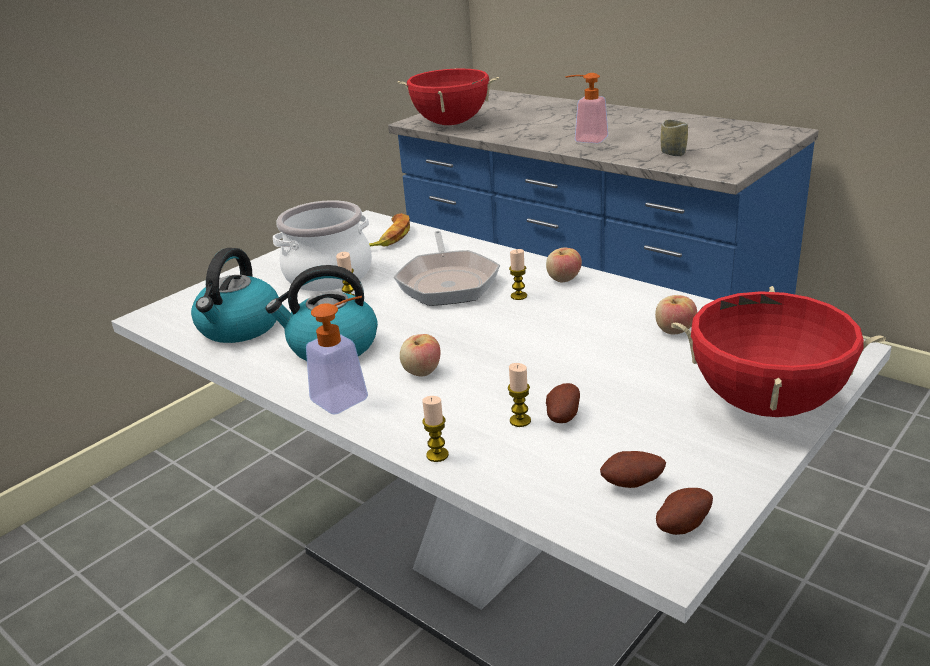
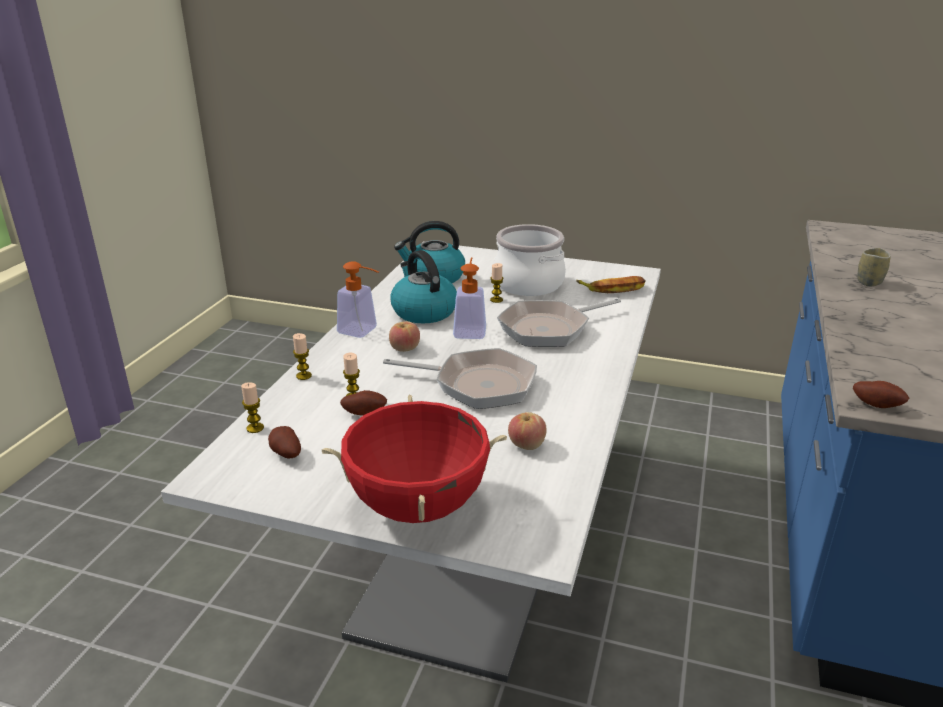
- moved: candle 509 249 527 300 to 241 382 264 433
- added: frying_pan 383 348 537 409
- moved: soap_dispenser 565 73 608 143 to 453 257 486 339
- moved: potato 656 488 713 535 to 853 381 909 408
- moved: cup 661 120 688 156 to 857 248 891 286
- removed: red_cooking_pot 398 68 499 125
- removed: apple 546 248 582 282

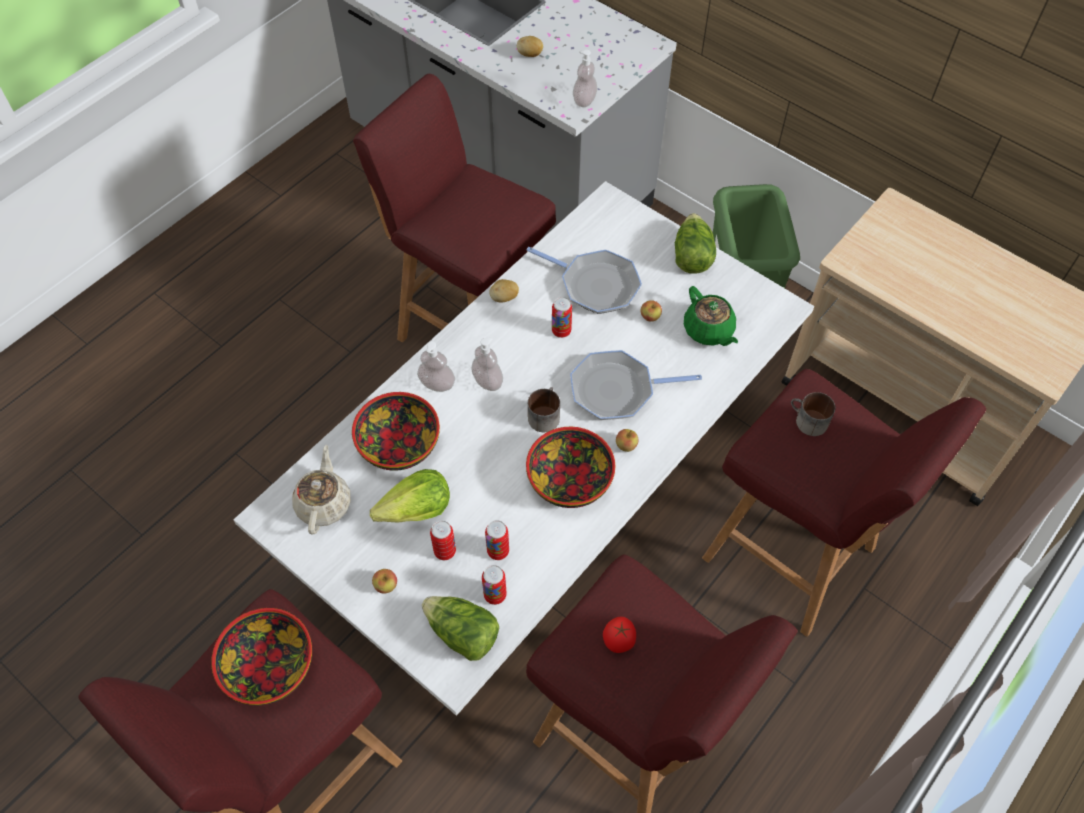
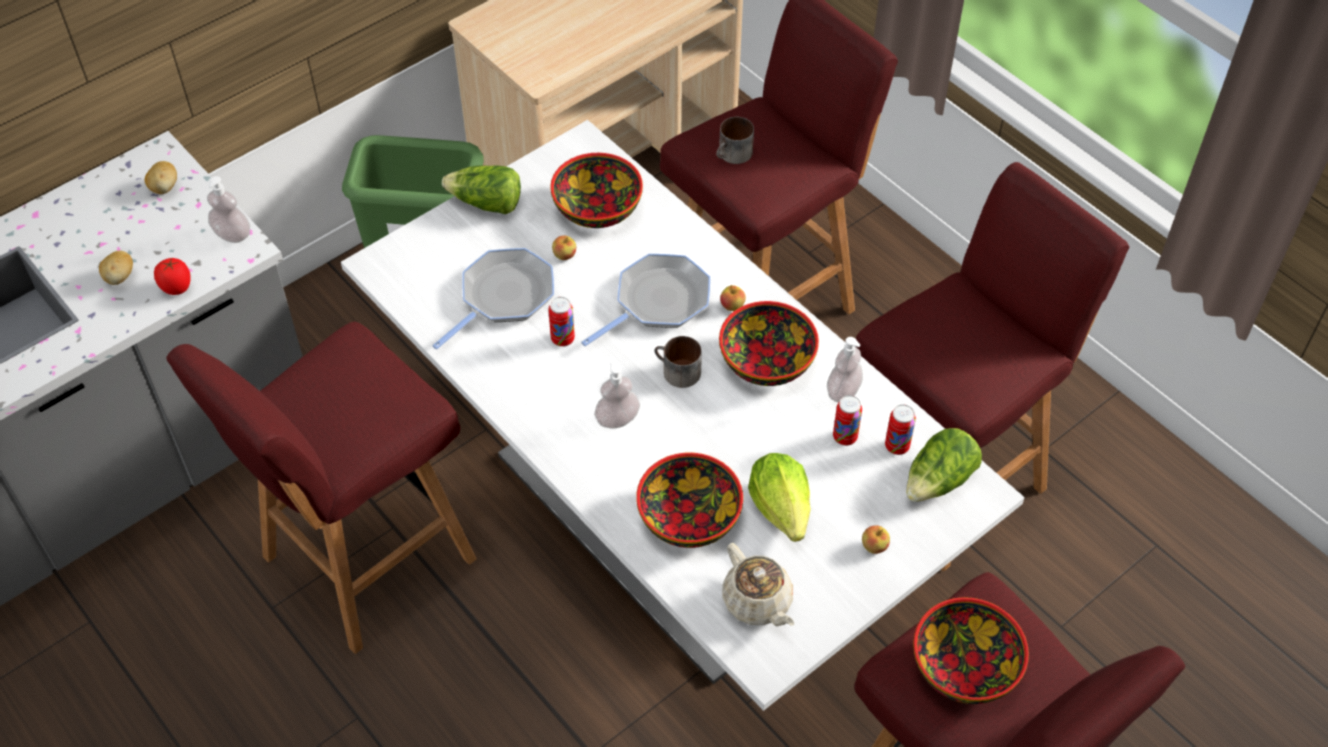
- moved: potato 489 279 519 303 to 145 161 177 194
- moved: tomato 603 617 636 653 to 154 258 191 295
- replaced: green_teapot 684 286 738 346 to bowl 550 153 643 228
- turned: frying_pan 570 350 702 420 = 581 254 710 346 135 degrees counterclockwise
- turned: beige_teapot 292 445 351 535 = 722 543 794 627 135 degrees counterclockwise
- moved: soap_dispenser 417 341 455 392 to 827 337 863 403
- removed: can 430 521 456 560

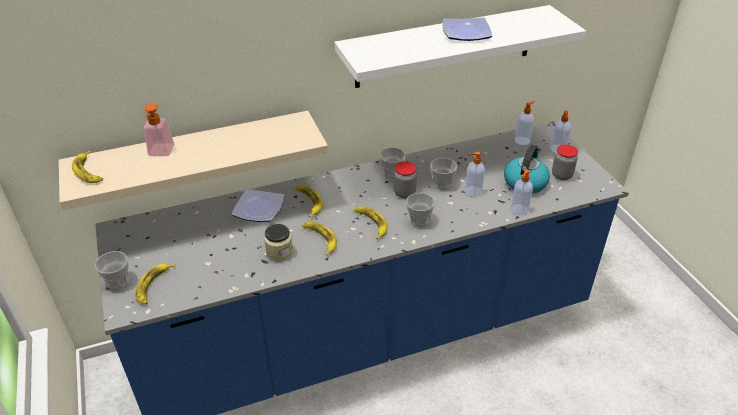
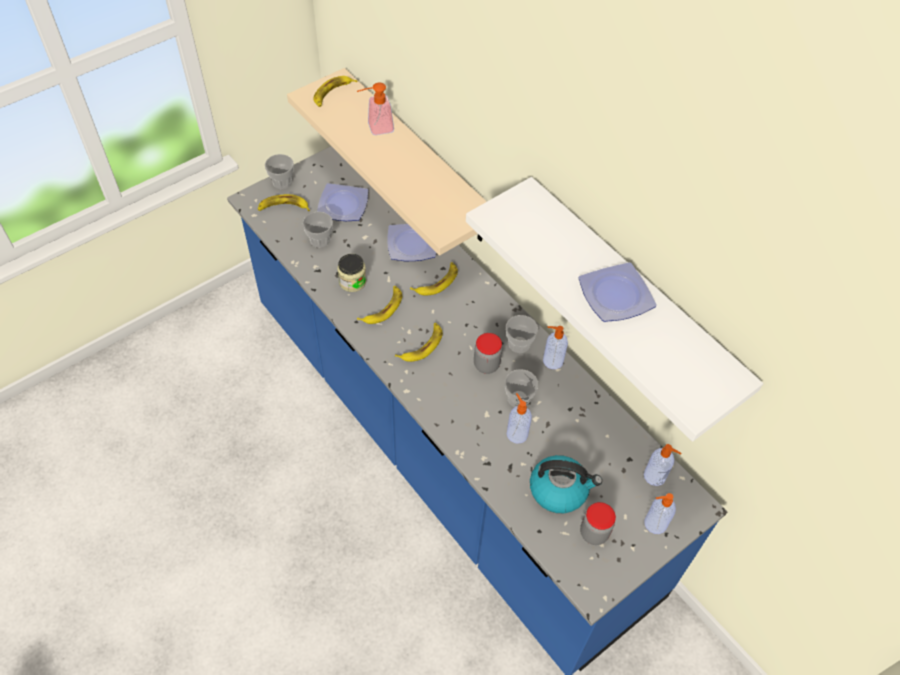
- moved: cup 406 193 435 227 to 302 212 333 248
- added: plate 317 183 368 221
- moved: soap_dispenser 511 169 533 216 to 543 326 568 369

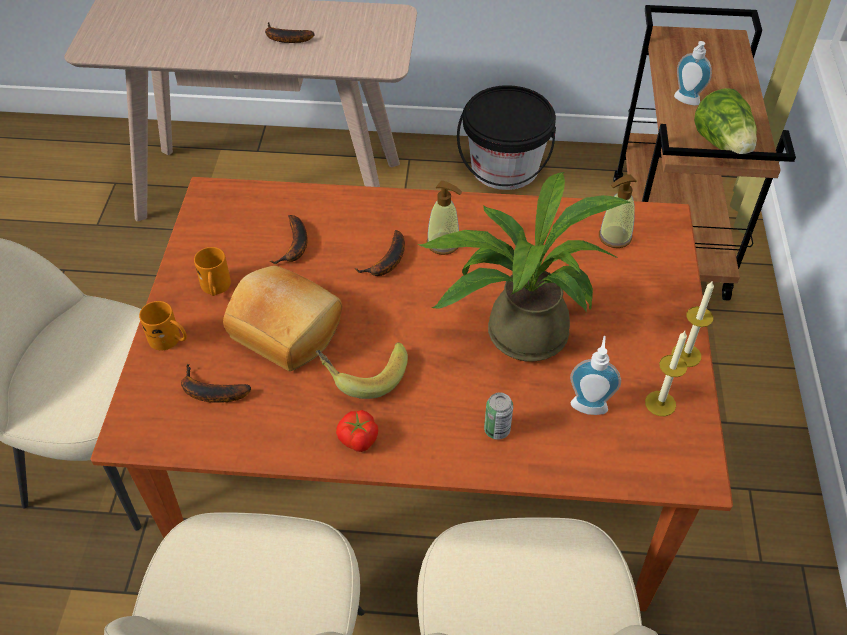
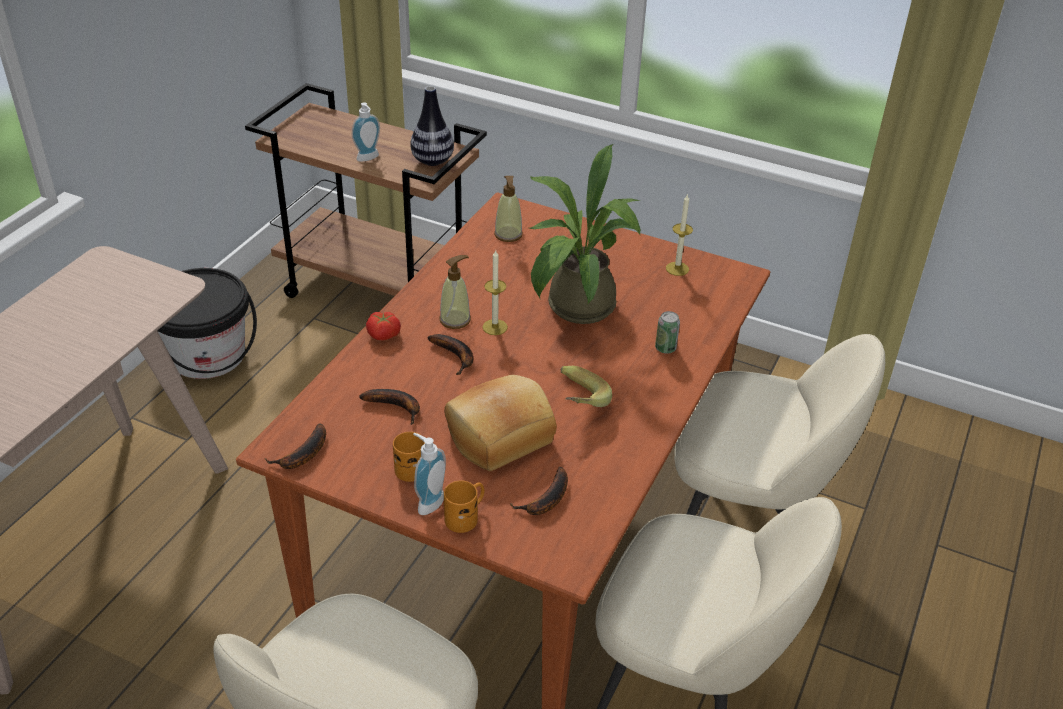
- moved: banana 265 22 315 43 to 265 423 326 469
- moved: tomato 336 410 378 452 to 366 312 401 340
- replaced: lettuce 694 88 757 154 to vase 410 86 454 166
- moved: soap_dispenser 570 336 621 415 to 413 433 446 515
- moved: candle 672 280 714 367 to 483 249 508 335

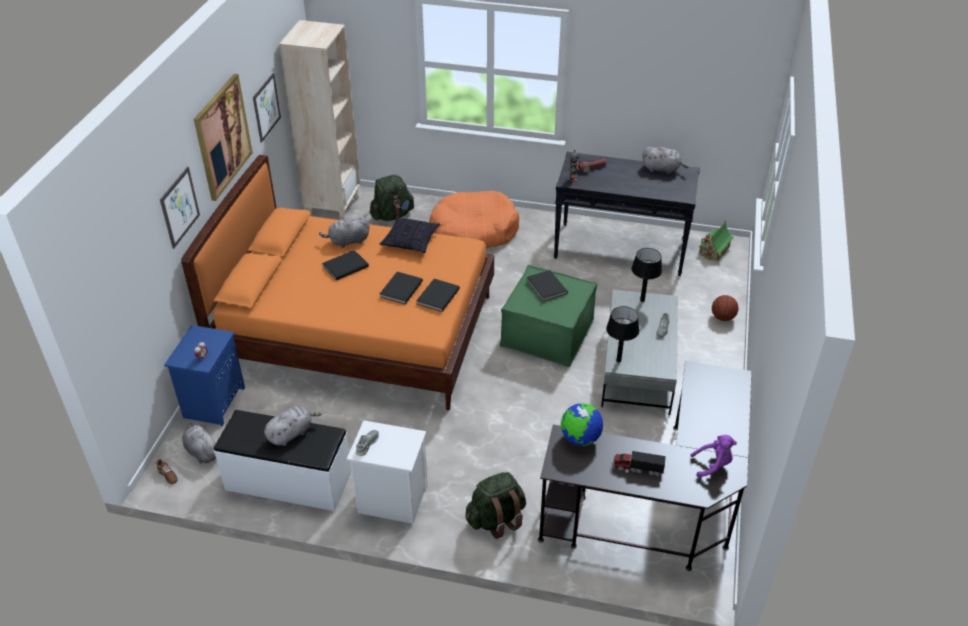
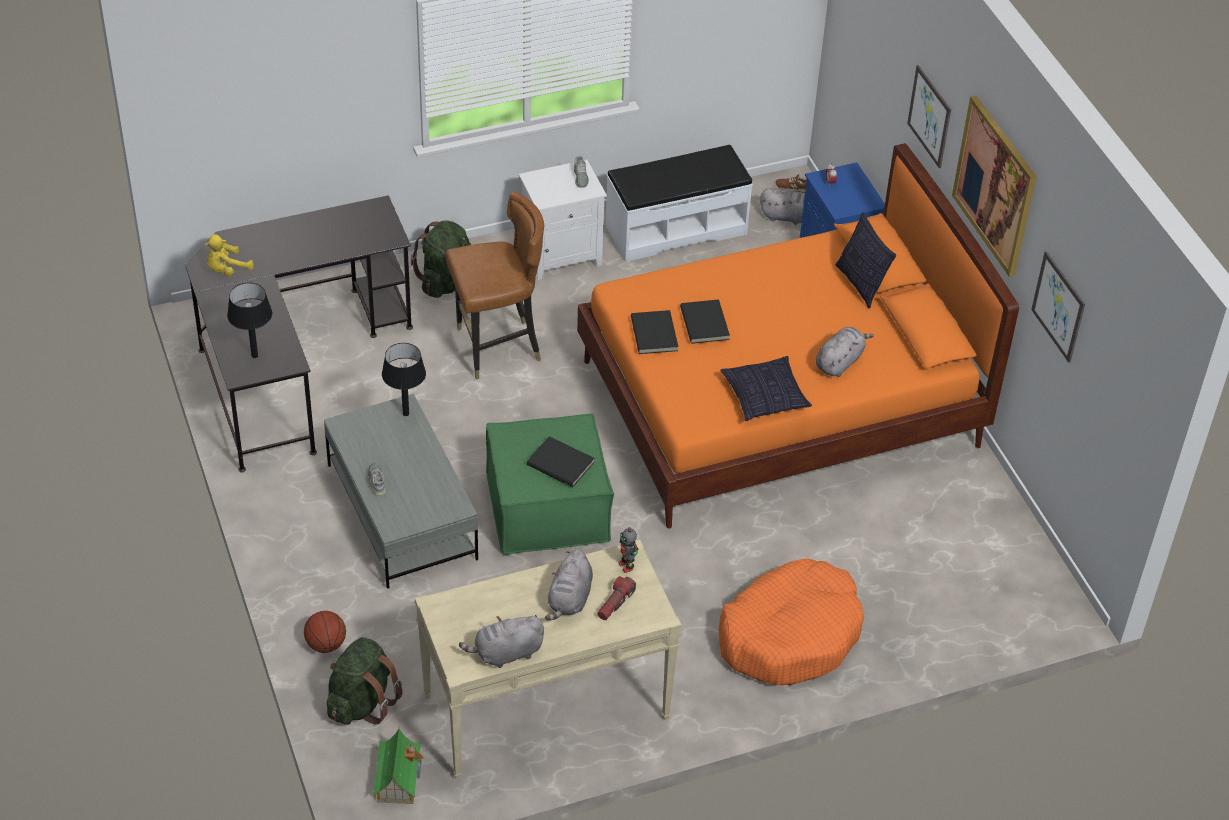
- recoloured: purple_plush_toy 690 435 737 478 to yellow_plush_toy 205 234 254 276
- moved: black_table_lamp 631 248 662 302 to 227 283 272 358
- moved: green_backpack 370 175 414 221 to 327 637 403 725
- recoloured: black_console_table 554 152 700 276 to beige_console_table 415 539 682 779
- added: brown_chair 445 192 544 379
- moved: grey_plush_toy 264 406 322 446 to 545 549 593 620
- added: pillow 835 212 896 309
- removed: beige_bookcase 279 20 360 220
- removed: black_book 322 250 369 280
- removed: globe 561 403 603 446
- removed: toy_truck 613 451 666 476

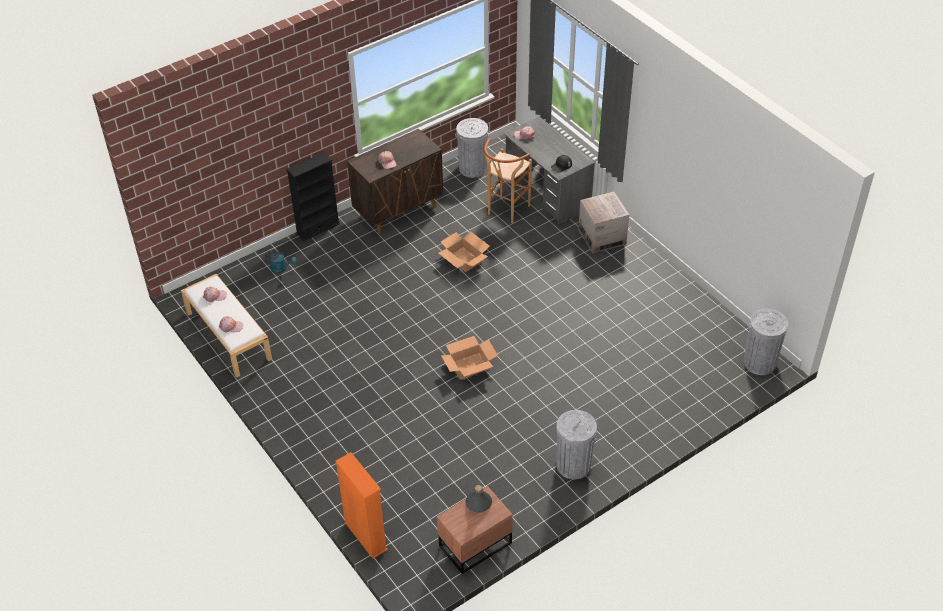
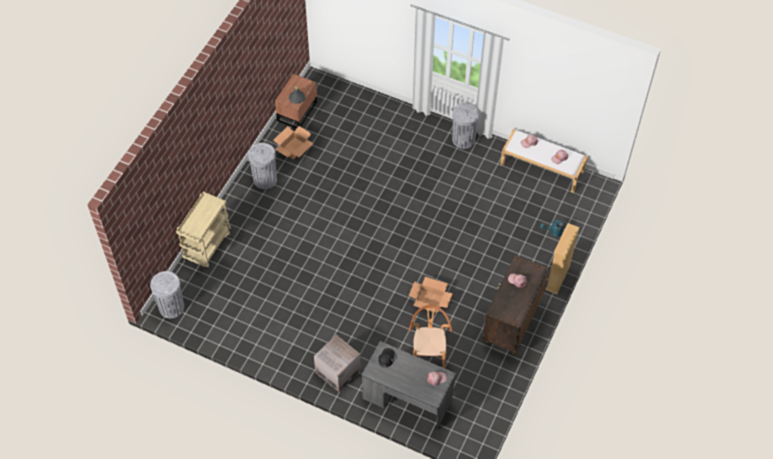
- added: beige_cart 176 192 231 269
- moved: cardboard_box 441 336 498 379 to 274 126 314 160
- moved: grey_trash_can 455 118 489 178 to 452 102 479 149
- recoloured: black_bookcase 286 152 340 241 to beige_bookcase 546 223 580 294
- removed: orange_bookcase 335 452 388 559

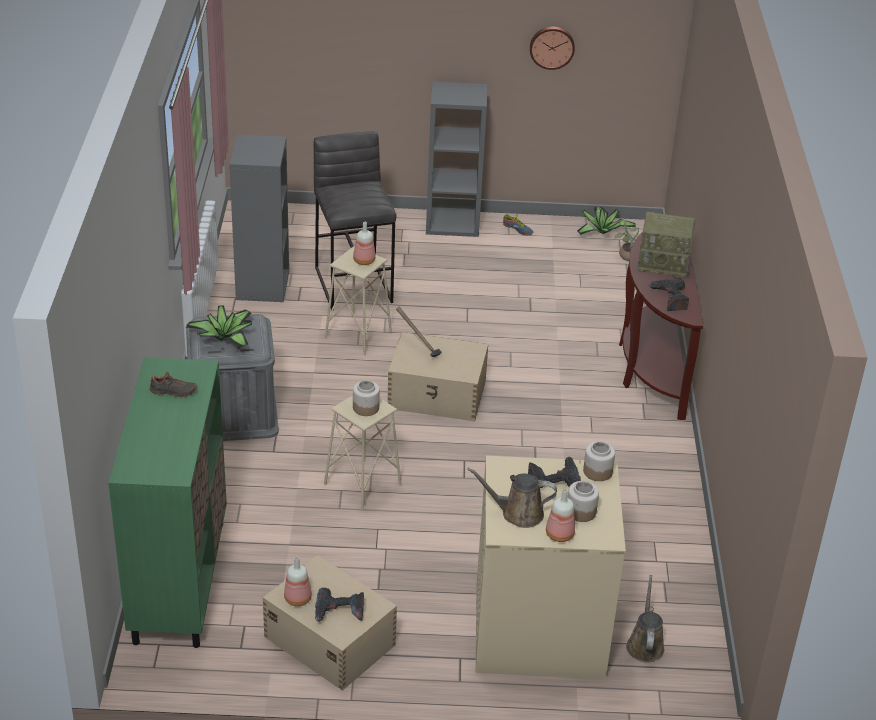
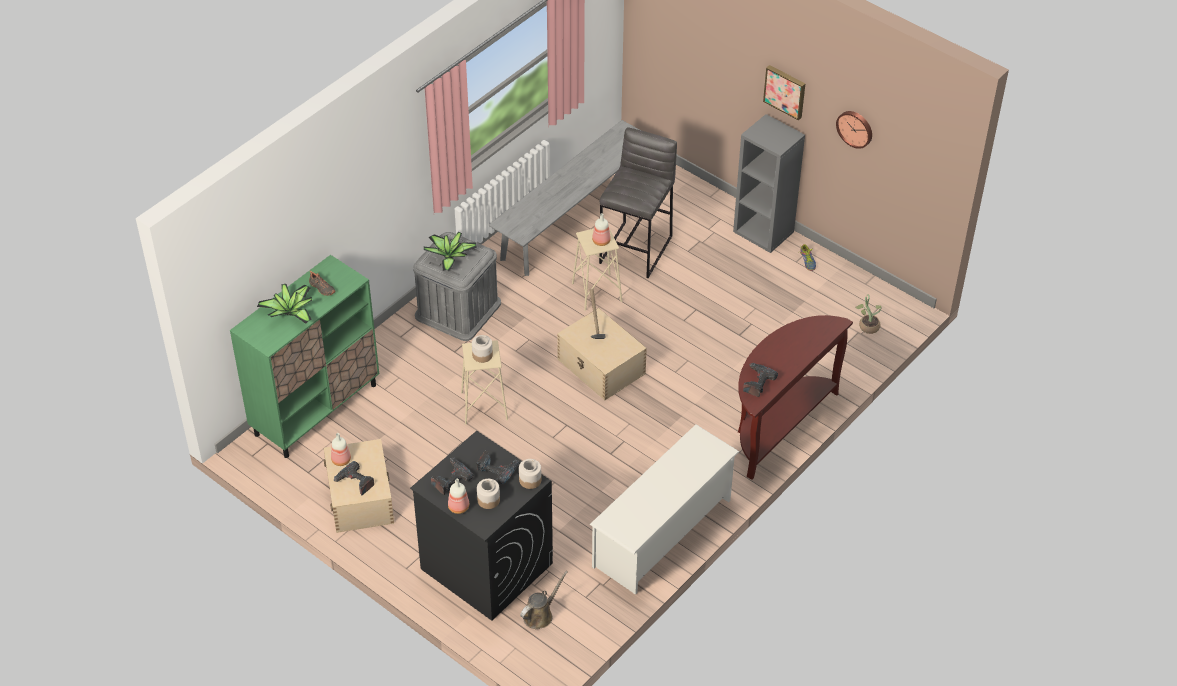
- moved: potted_plant 577 207 636 235 to 257 284 312 324
- recoloured: beige_washing_machine 476 456 626 679 to black_washing_machine 410 431 553 621
- replaced: brown_watering_can 467 468 557 528 to power_drill 431 458 474 495
- replaced: grey_bookcase 229 134 289 302 to grey_bench 489 120 639 276
- added: white_shoe_rack 590 424 739 595
- added: picture 763 65 805 120
- removed: radio 638 212 695 279

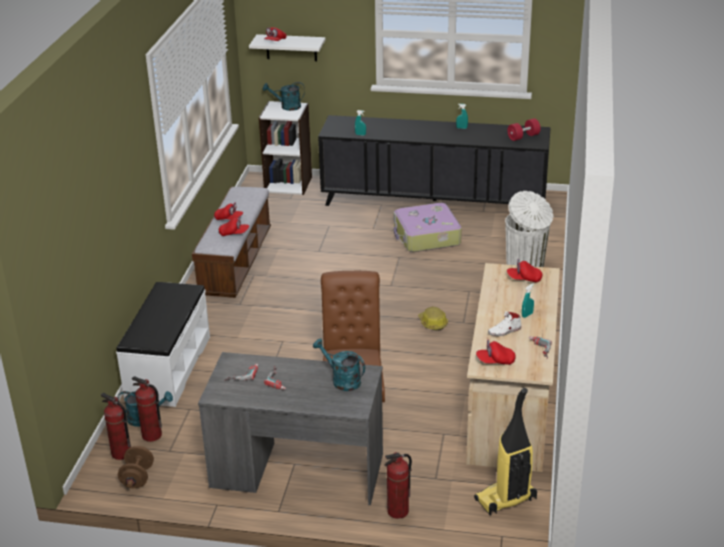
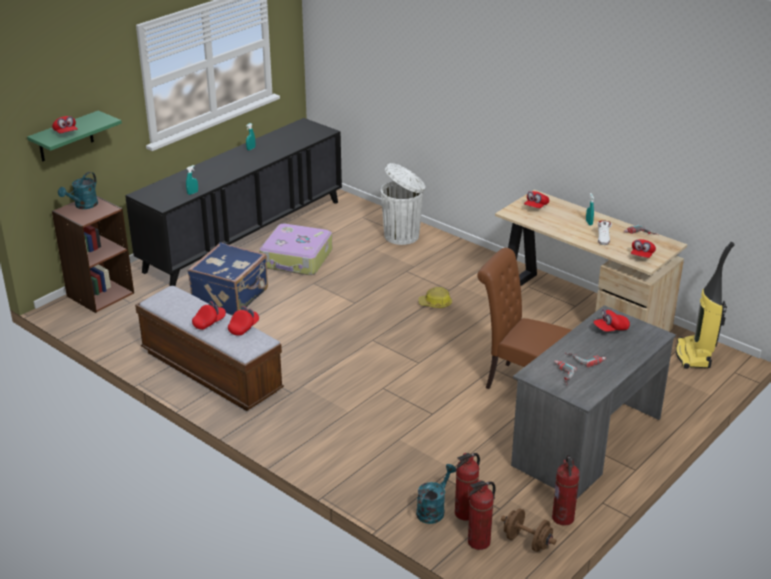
- recoloured: white_shelf 249 34 326 61 to green_shelf 27 111 122 162
- recoloured: white_bookcase 259 101 312 195 to brown_bookcase 52 196 134 313
- added: blue_suitcase 188 242 268 316
- moved: fire_extinguisher 384 452 412 519 to 552 455 580 525
- replaced: turquoise_watering_can 313 339 365 391 to red_cap 593 309 630 332
- removed: white_bench 116 282 210 407
- removed: red_dumbbell 507 118 541 141

